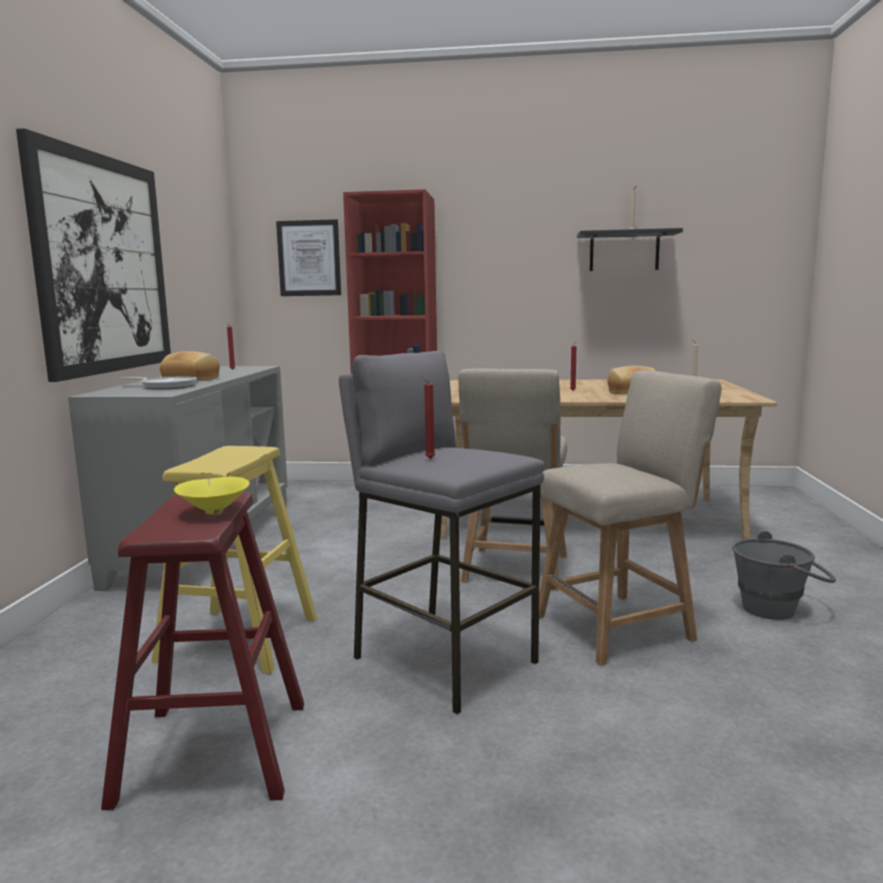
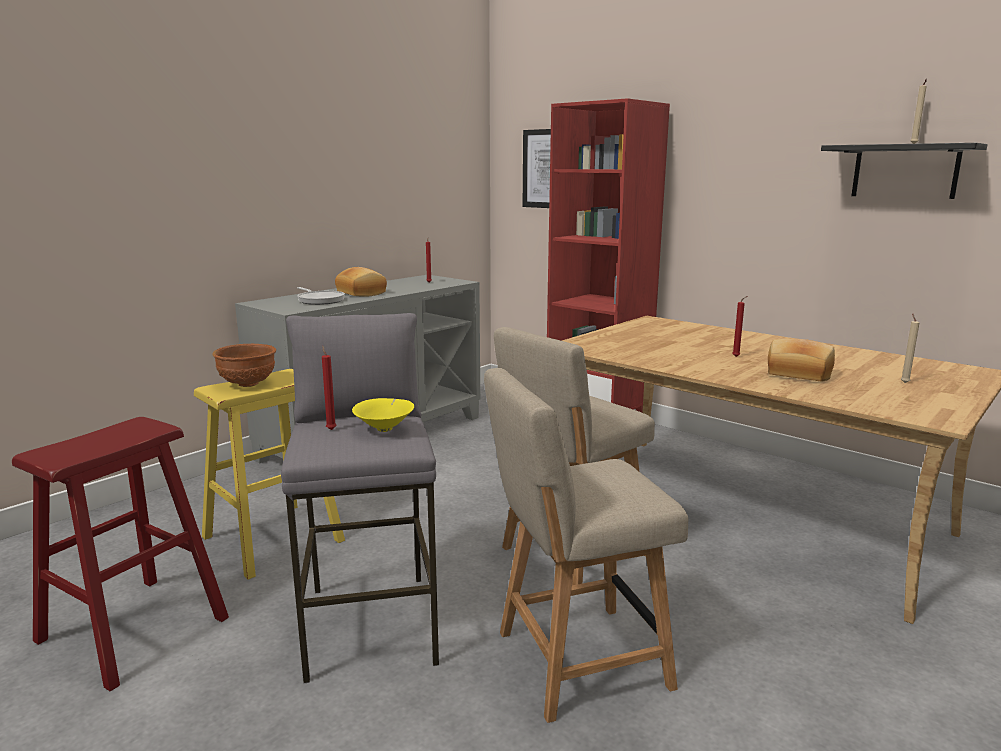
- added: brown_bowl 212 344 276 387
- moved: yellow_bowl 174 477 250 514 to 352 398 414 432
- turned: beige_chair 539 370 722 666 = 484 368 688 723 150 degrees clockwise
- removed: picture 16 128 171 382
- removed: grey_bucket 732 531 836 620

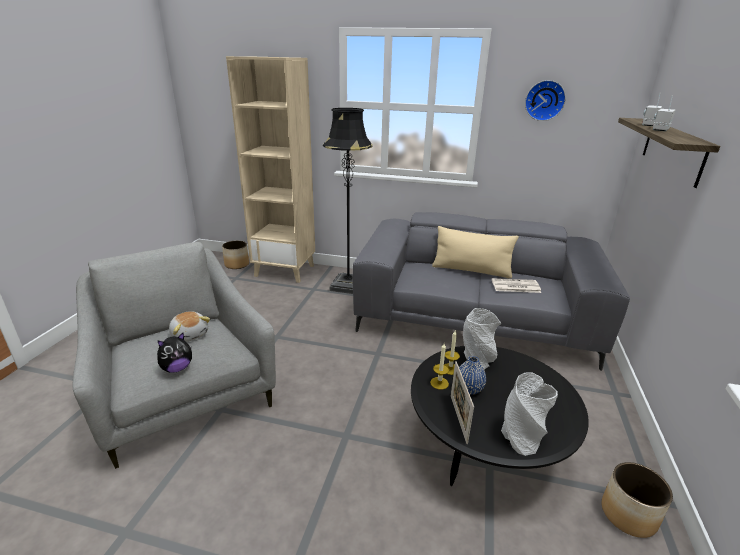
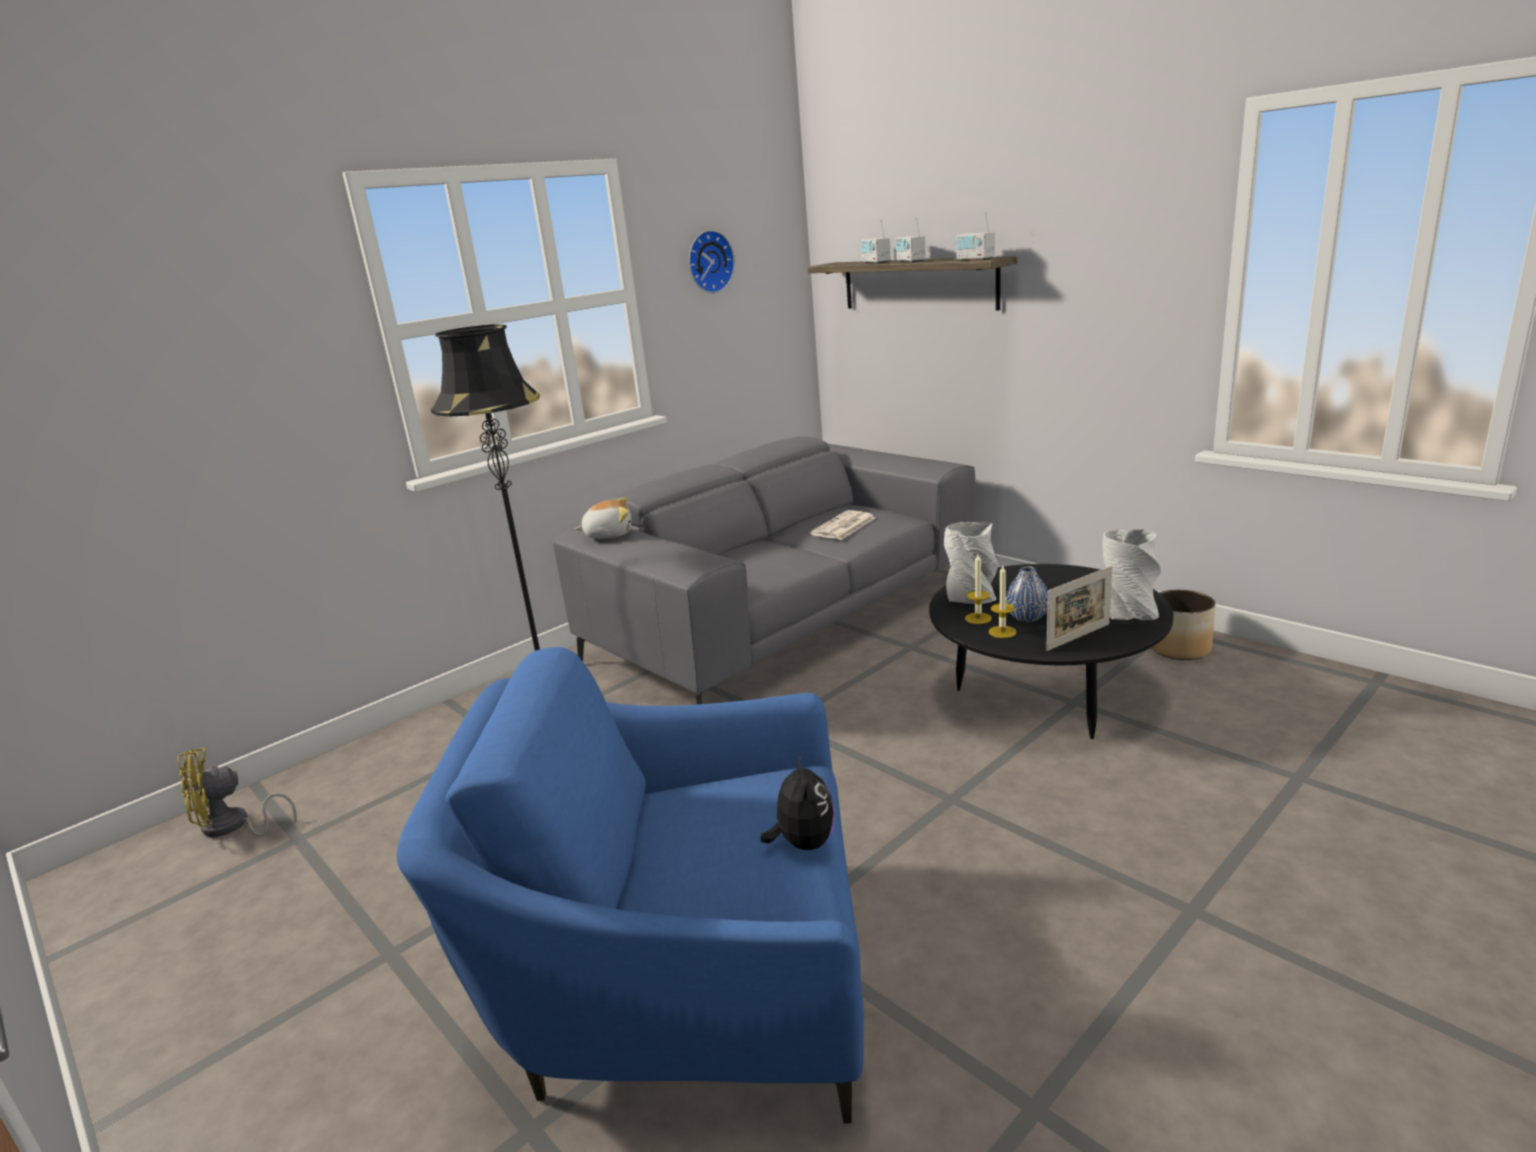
- replaced: planter 222 241 249 269 to yellow_fan 178 748 297 837
- recoloured: grey_armchair 72 242 276 469 to blue_armchair 397 647 864 1124
- moved: plush_toy 169 311 210 342 to 575 498 632 539
- added: radio 956 212 995 261
- turned: picture_frame 451 361 474 444 = 1046 566 1112 651 60 degrees counterclockwise
- removed: beige_bookcase 226 56 315 283
- removed: beige_pillow 432 226 519 279

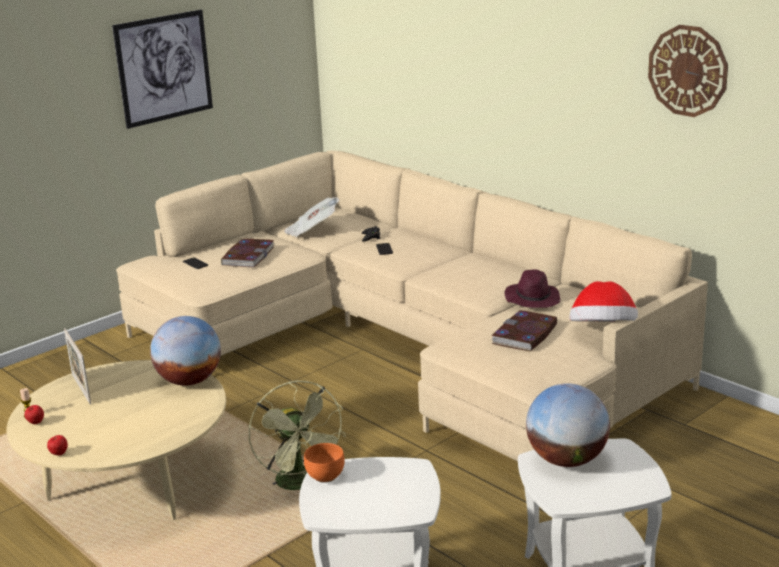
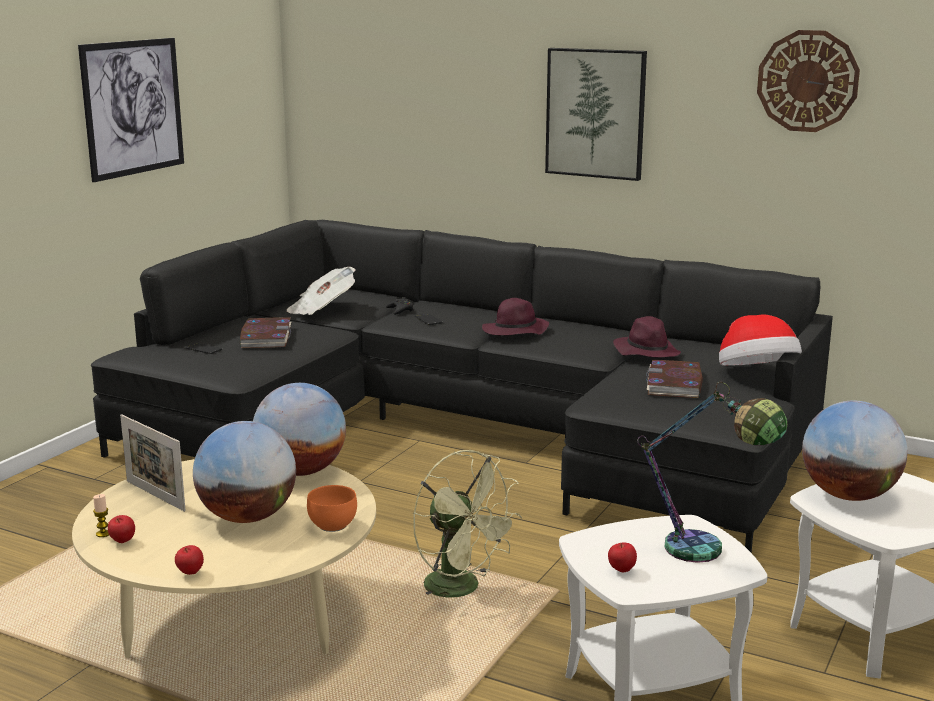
- recoloured: beige_sofa 116 150 708 461 to black_sofa 91 220 833 553
- added: globe 193 421 296 523
- moved: orange_bowl 304 443 345 483 to 307 485 357 532
- added: purple_hat 482 298 549 336
- added: picture 545 48 647 181
- added: apple 608 542 637 573
- added: table_lamp 637 382 787 563

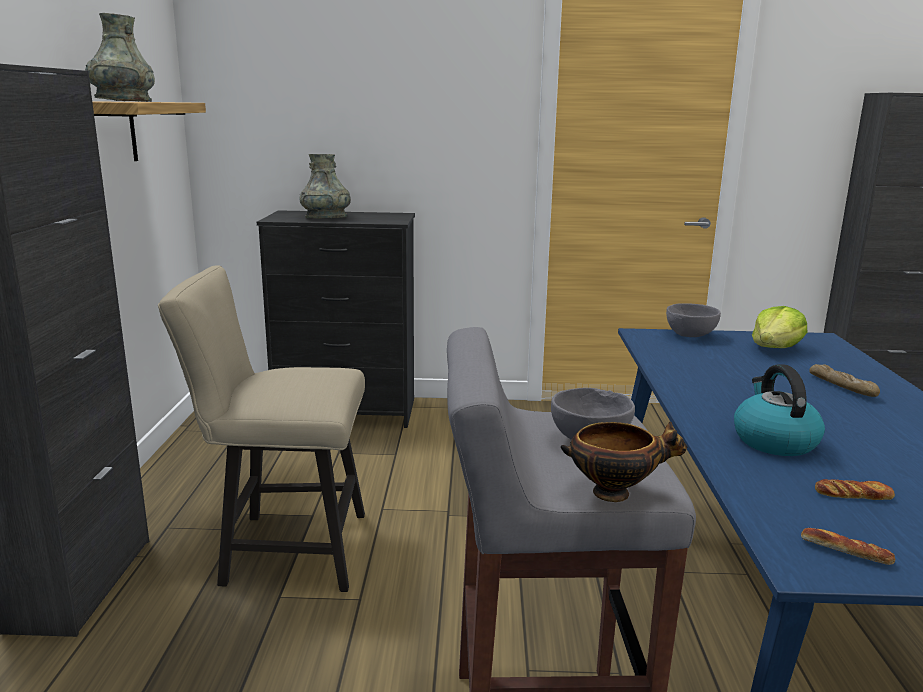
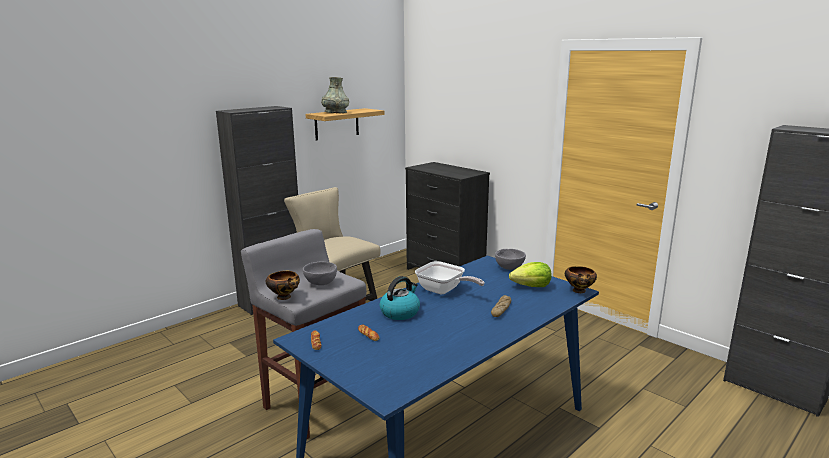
- added: frying_pan 415 261 484 294
- added: bowl 565 266 597 293
- removed: grey_vase 299 154 351 219

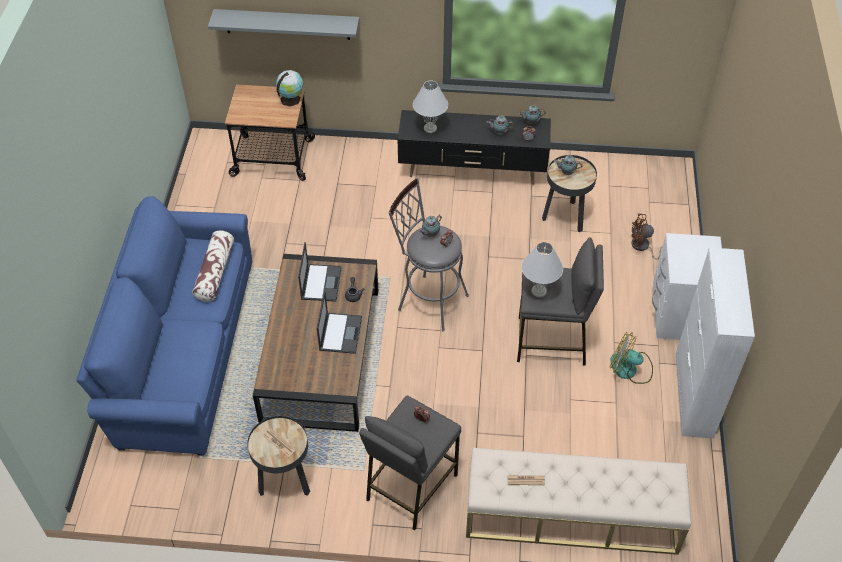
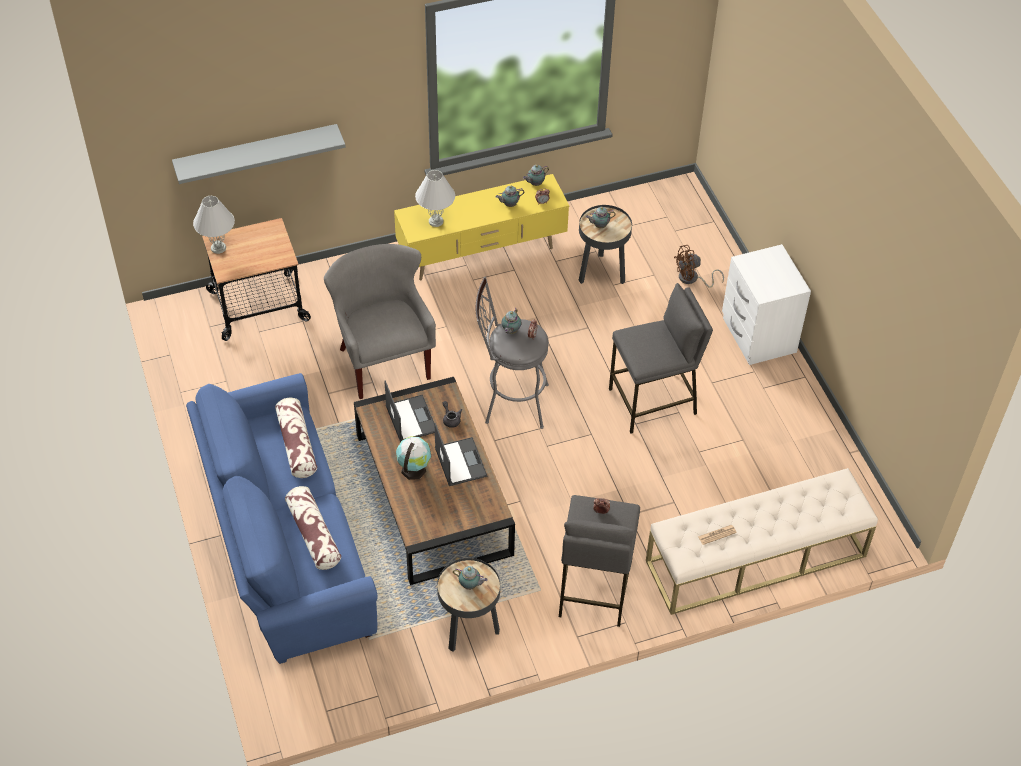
- moved: white_table_lamp 521 242 563 297 to 193 196 235 254
- added: pillow 285 486 341 570
- added: grey_armchair 324 244 436 399
- recoloured: black_tv_stand 398 110 551 185 to yellow_tv_stand 394 174 569 281
- moved: globe 276 70 304 107 to 396 436 431 480
- replaced: newspaper 263 428 296 457 to teapot 453 566 488 590
- removed: fan 610 332 653 384
- removed: white_cabinet 676 248 755 438

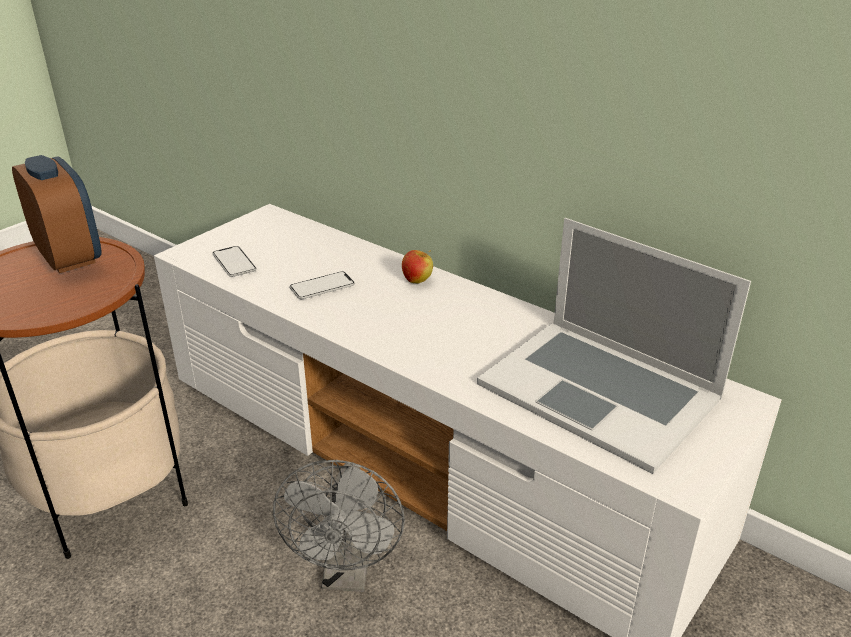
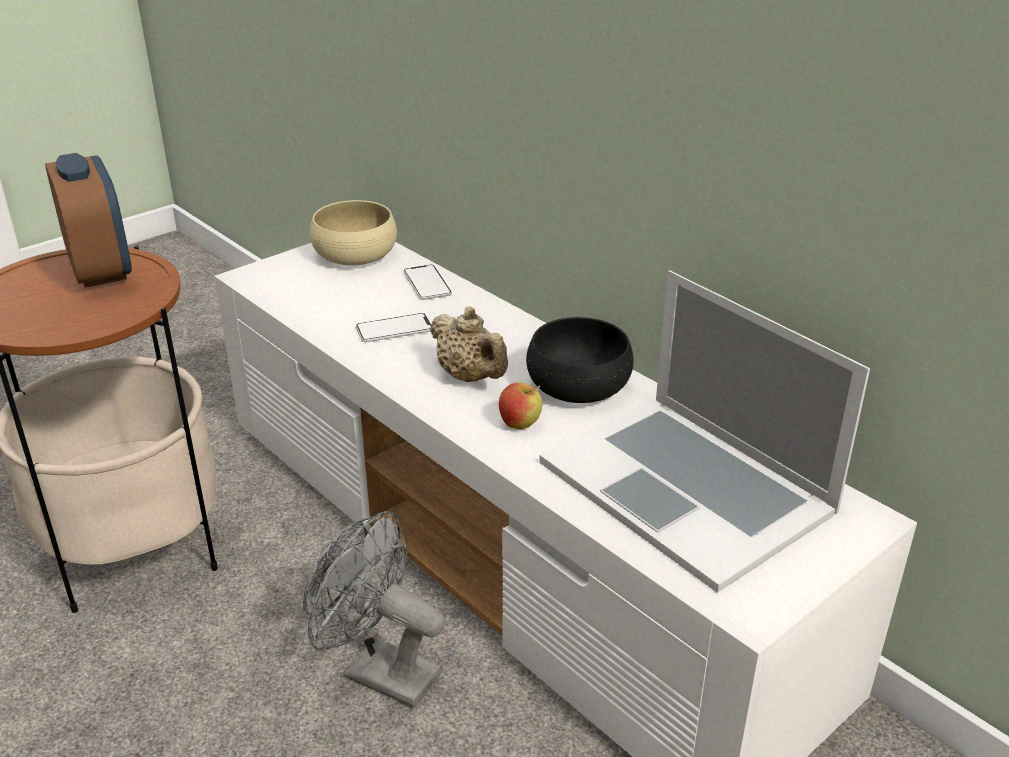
- turned: grey_fan 273 460 405 592 = 303 511 445 708 105 degrees clockwise
- added: beige_bowl 310 200 397 266
- moved: phone 212 246 257 277 to 403 265 452 300
- added: beige_teapot 430 306 508 382
- moved: apple 402 250 433 284 to 499 383 542 430
- added: black_bowl 526 317 634 403

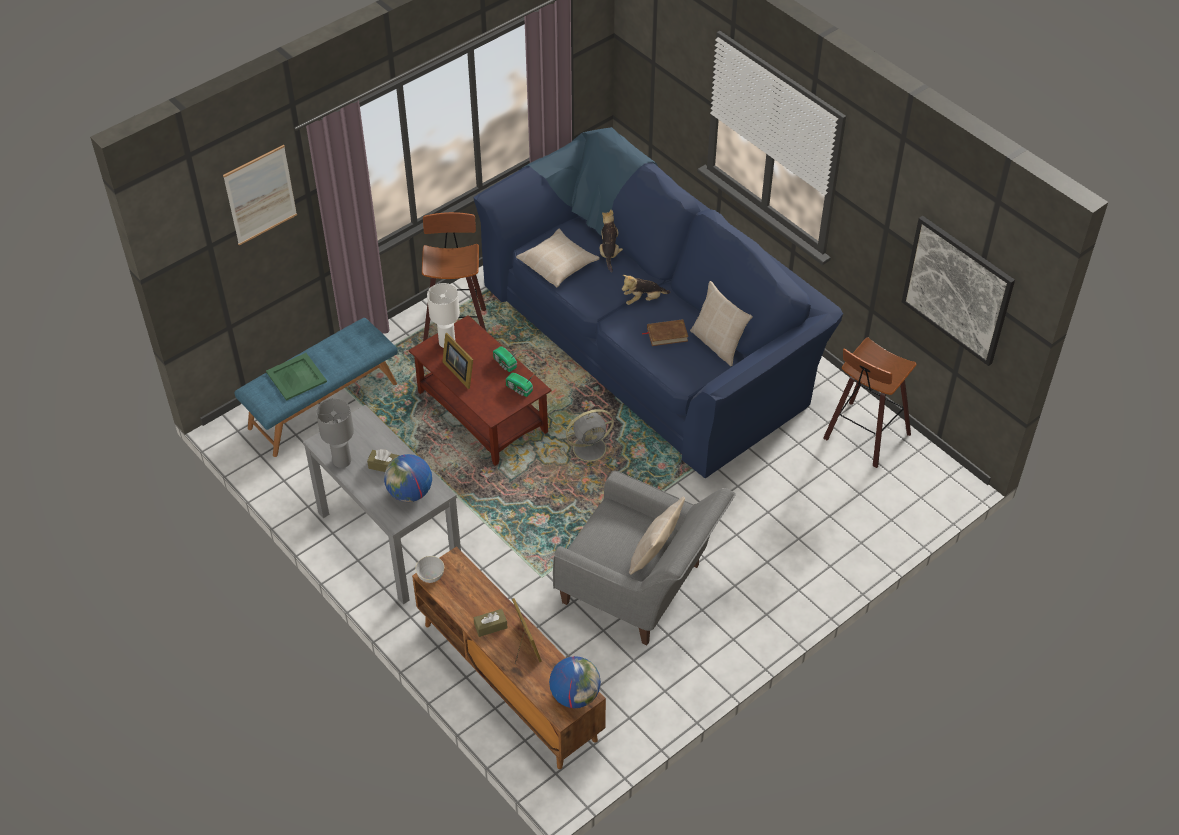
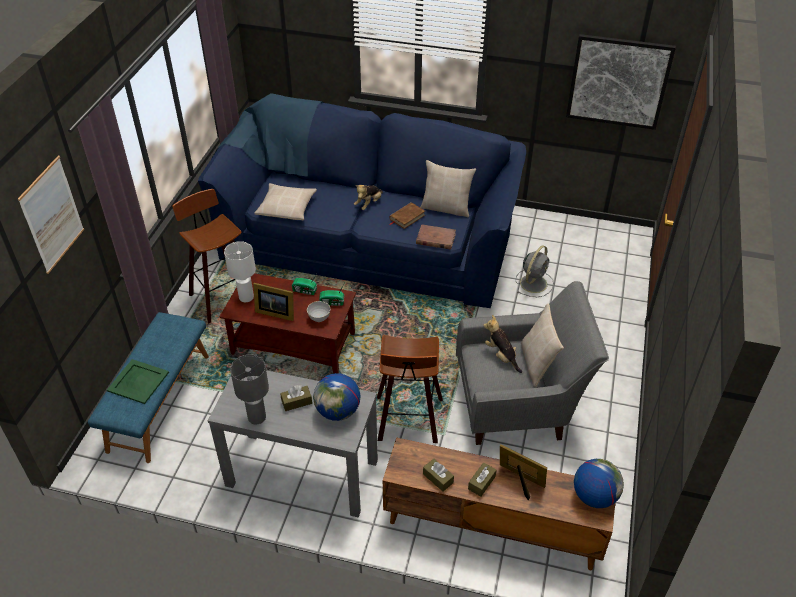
- moved: grey_bowl 415 556 444 583 to 307 301 330 322
- moved: stool 823 337 917 468 to 377 335 443 443
- added: brown_book 416 225 456 250
- added: brown_tissue_box 423 459 454 491
- moved: plush_toy 600 210 623 272 to 483 315 522 373
- moved: grey_fan 562 409 615 467 to 516 245 554 297

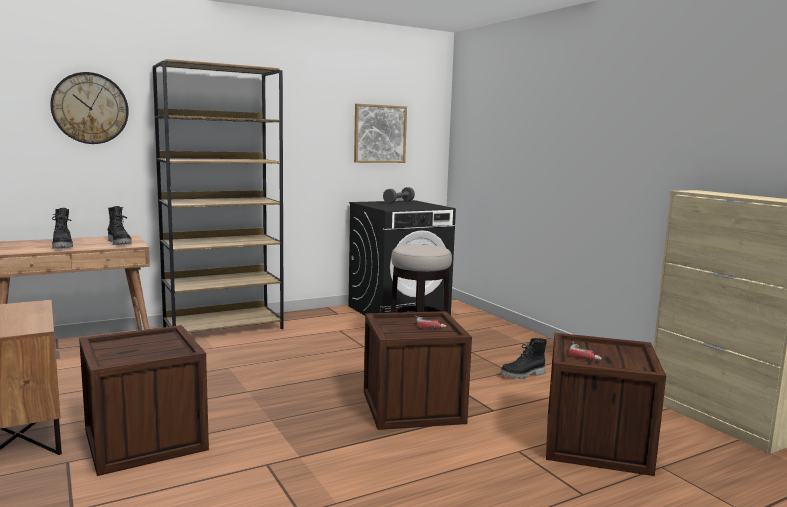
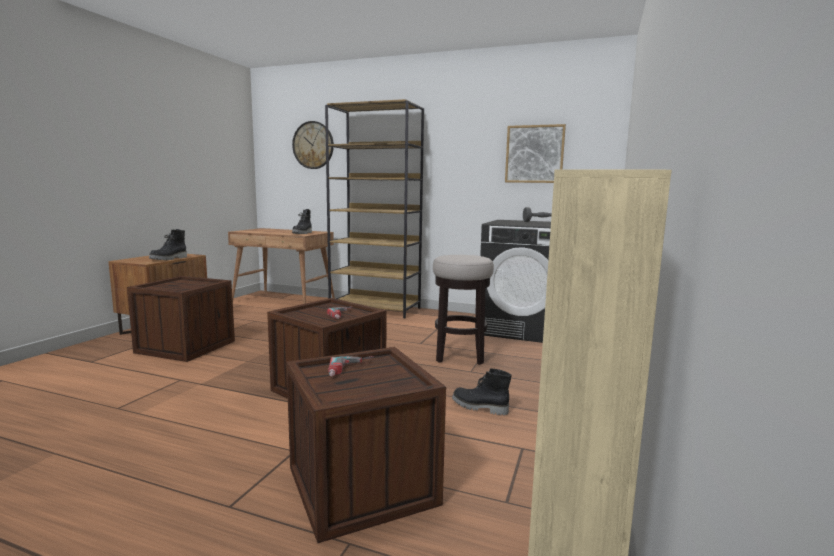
- moved: black_boot 52 208 73 248 to 149 229 187 260

